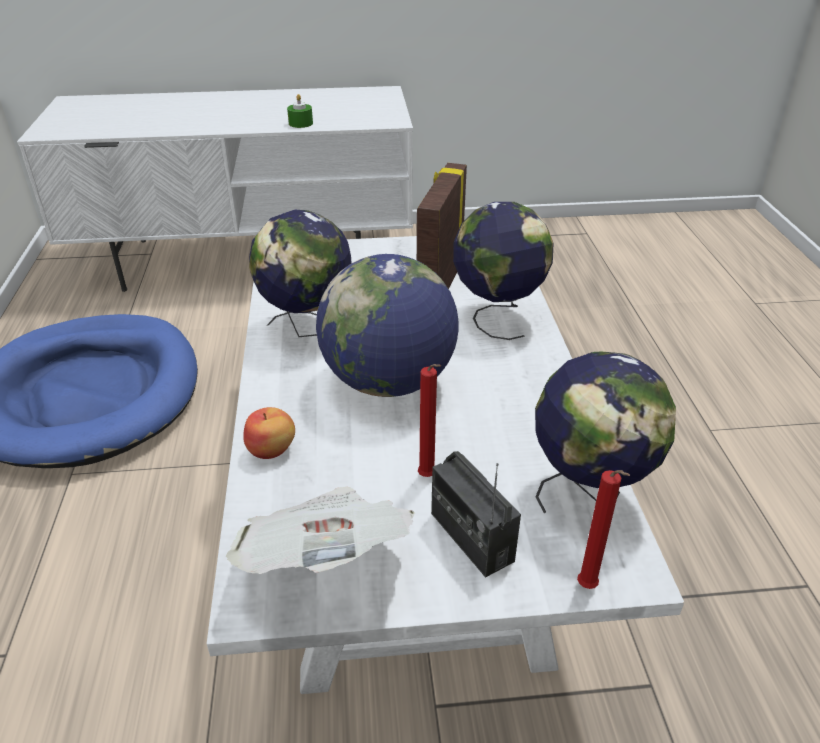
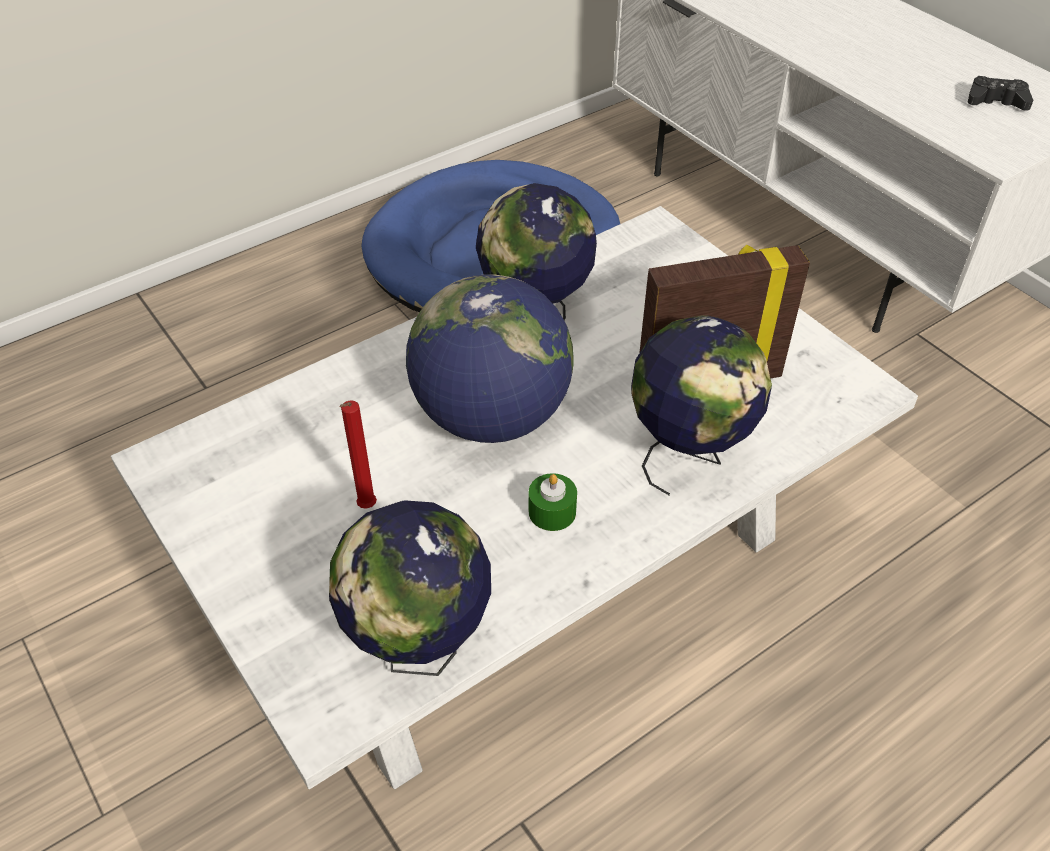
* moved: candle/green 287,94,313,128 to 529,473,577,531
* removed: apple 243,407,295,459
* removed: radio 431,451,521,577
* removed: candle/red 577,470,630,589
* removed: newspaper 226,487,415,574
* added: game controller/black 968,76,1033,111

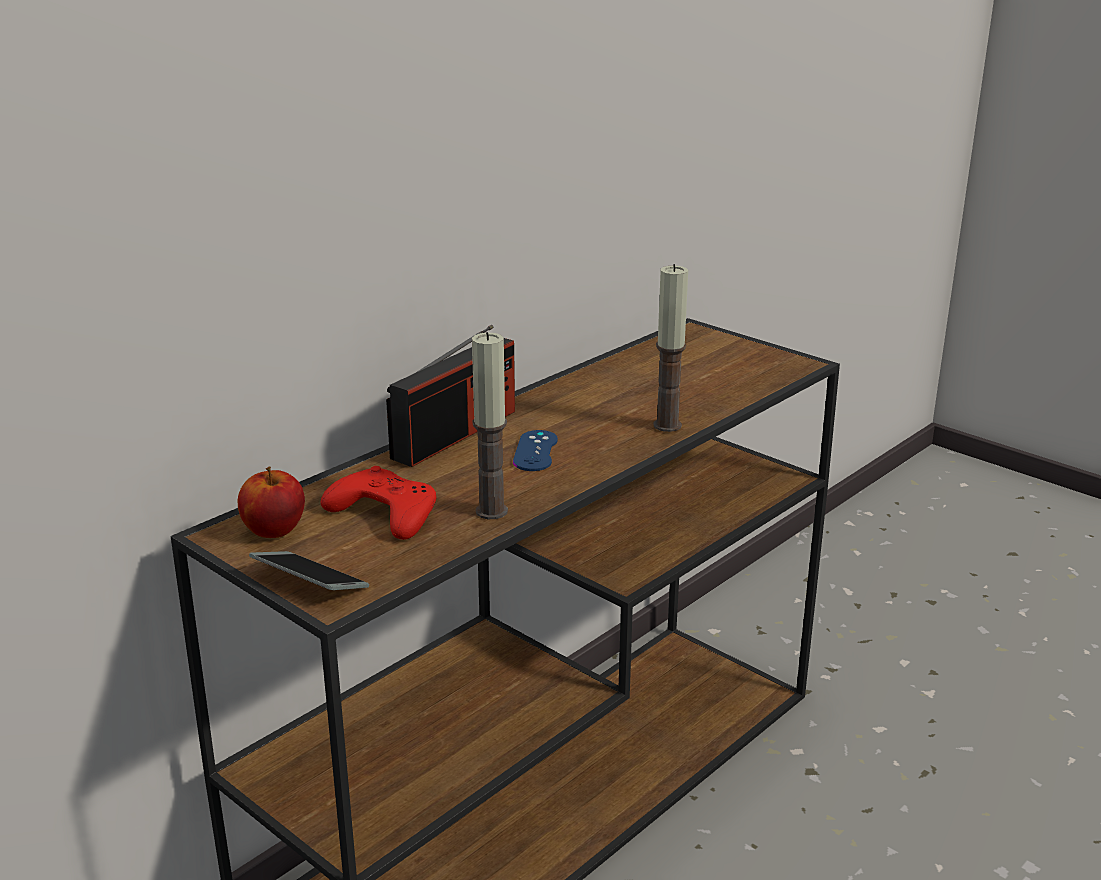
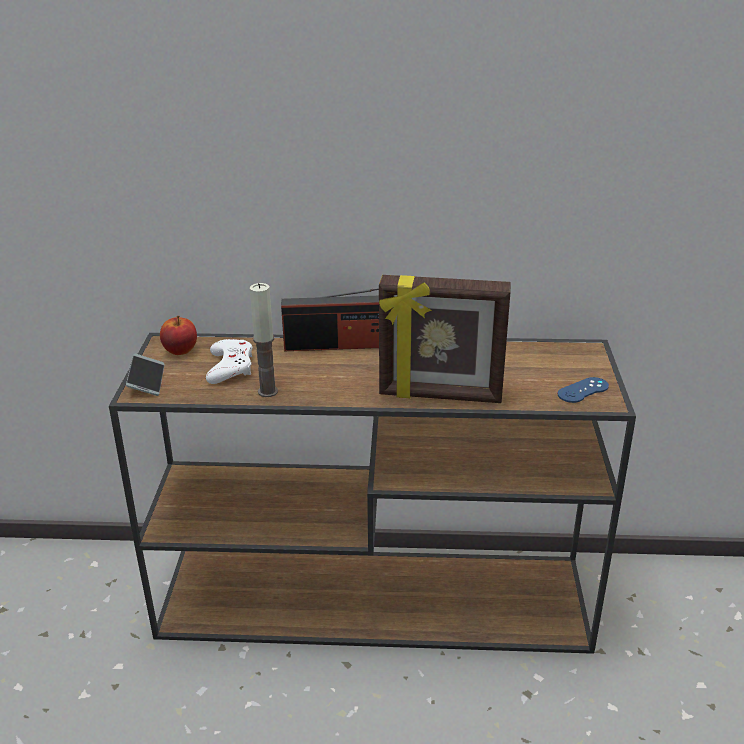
* replaced: candle 653,264,688,432 to picture frame 379,275,511,403
* moved: game controller/blue 513,430,558,471 to 557,377,609,403
* recoloured: game controller/red 321,466,436,540 to game controller/white 206,339,252,384

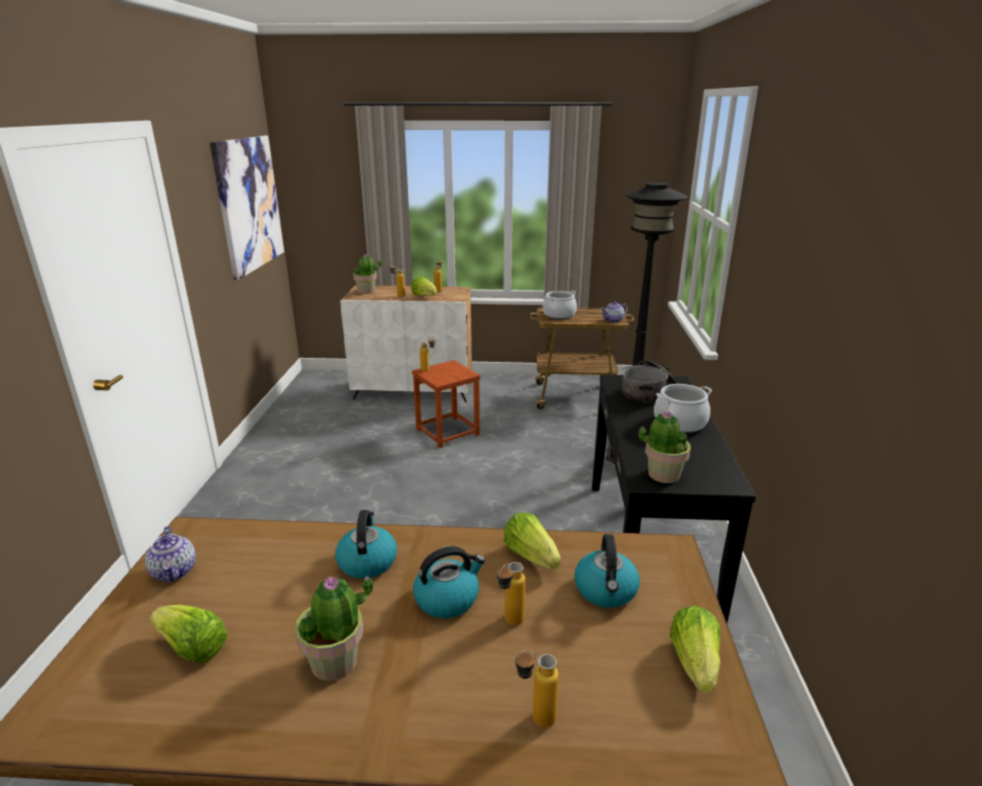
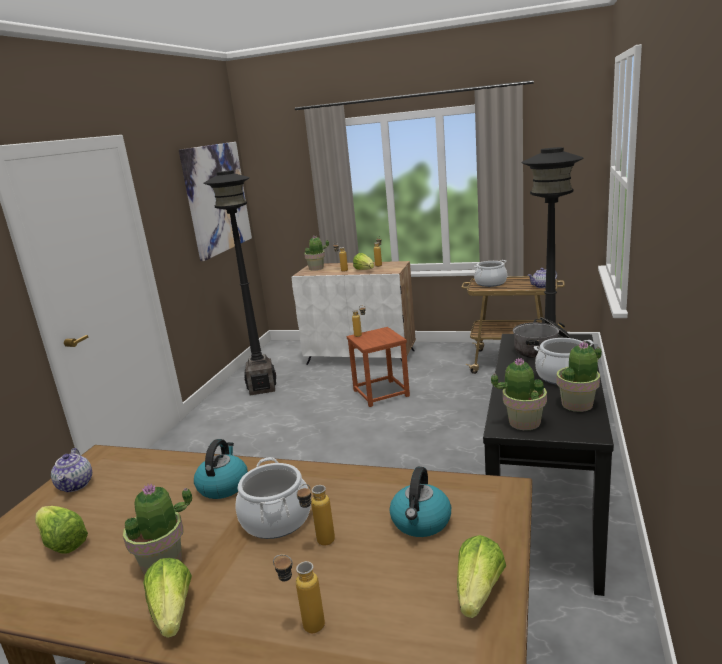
* moved: lettuce 503,512,561,570 to 143,558,192,638
* replaced: kettle 413,546,485,618 to cooking pot 235,457,311,539
* added: floor lamp/black 203,170,276,396
* added: potted plant 556,341,602,412

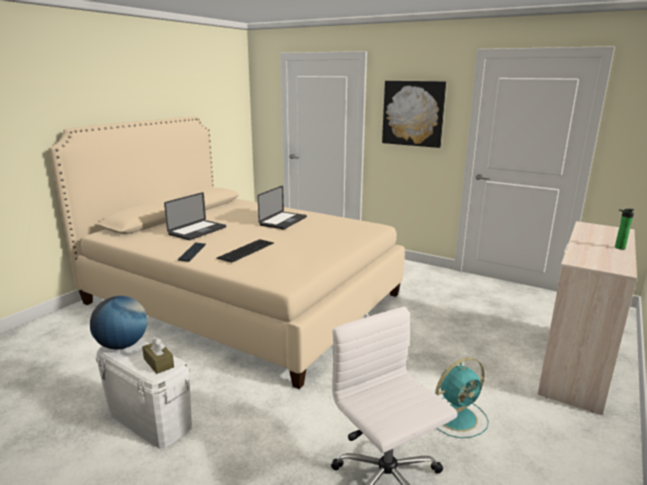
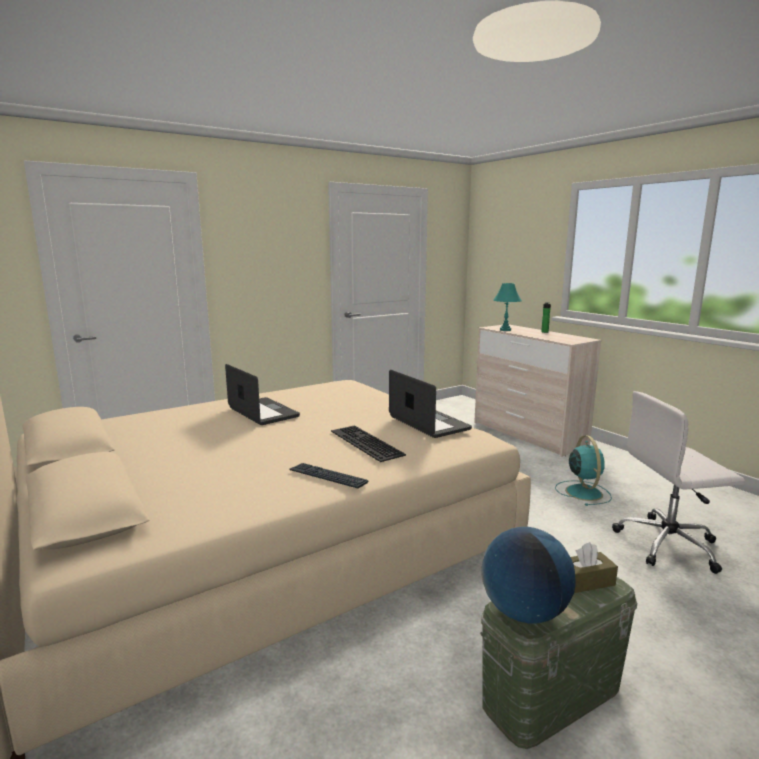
* removed: picture 382,81,446,148
* moved: laptop 164,192,226,240 to 389,370,472,438
* recoloured: storage box/white 96,339,192,448 to storage box/green 480,577,637,749
* added: table lamp/turquoise 493,283,522,331

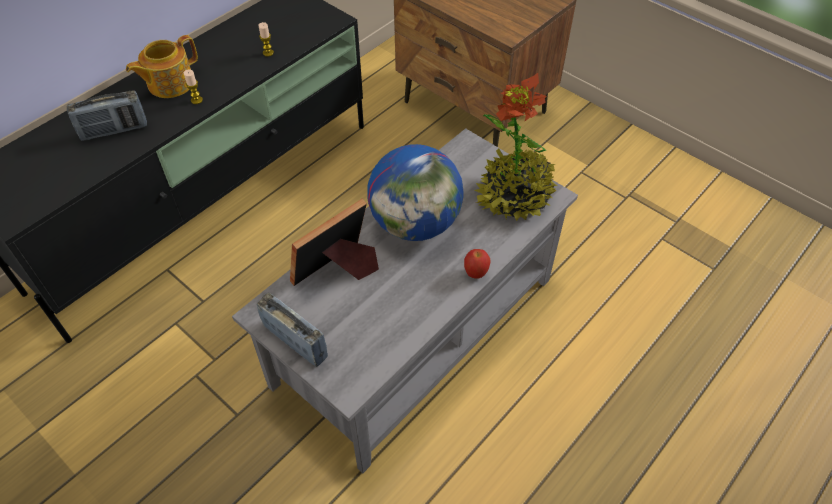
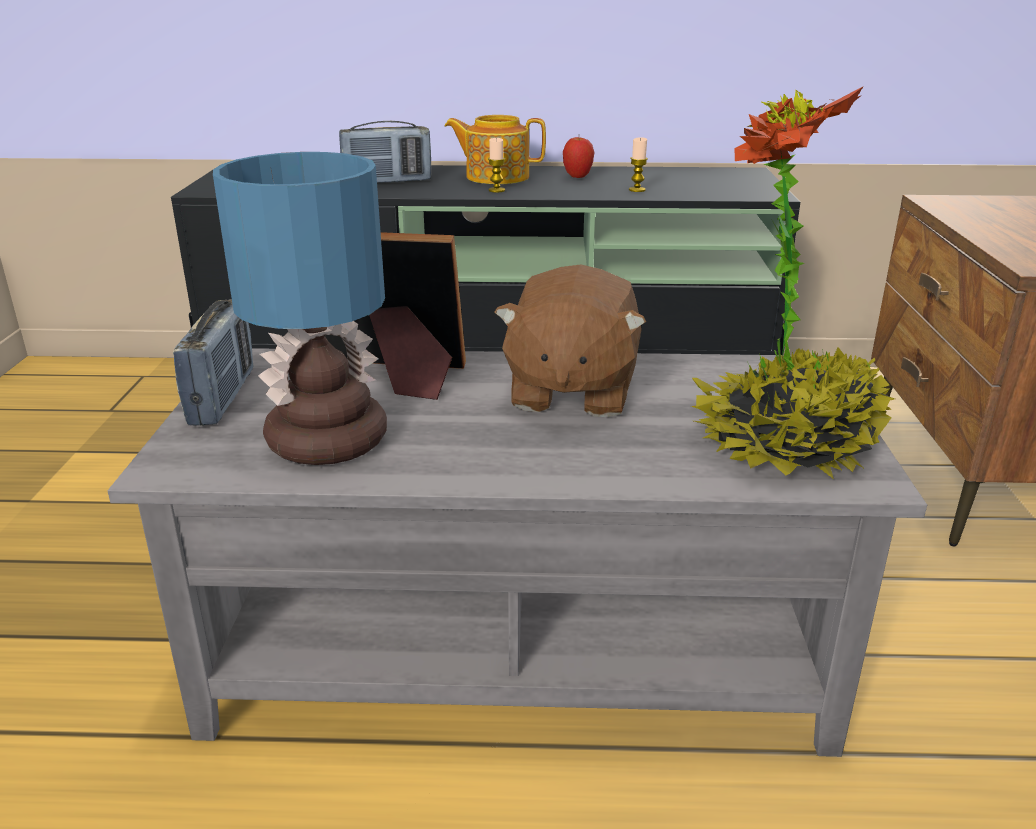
* turned: radio 67,90,147,141 = 339,121,431,182 45 degrees counterclockwise
* replaced: globe 367,144,464,241 to plush toy/brown 494,265,646,417
* moved: apple 464,249,490,278 to 563,137,594,178
* added: table lamp 213,152,387,465

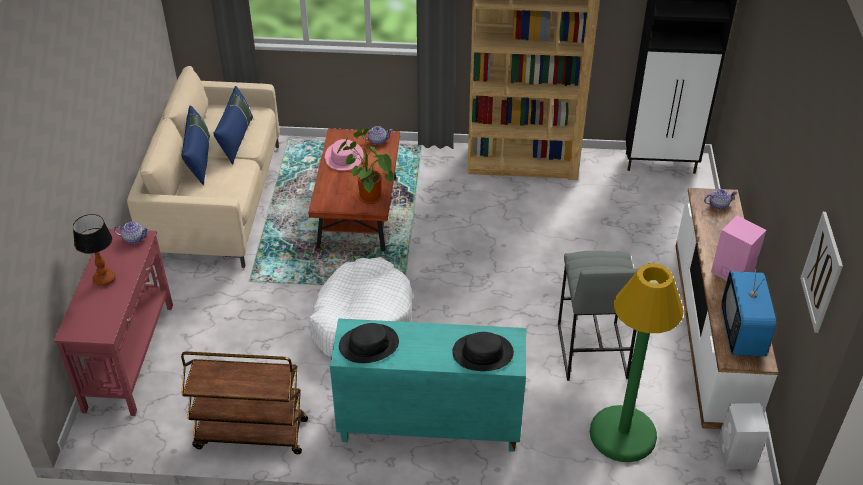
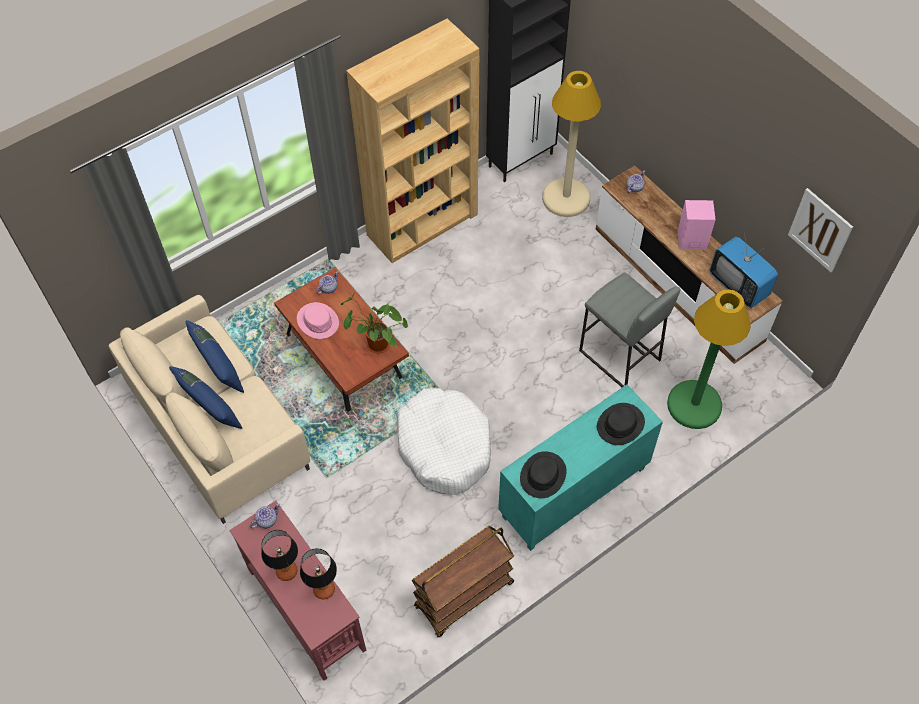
* removed: speaker/white 718,403,769,469
* added: floor lamp/beige 542,71,601,217
* added: table lamp 300,548,337,599

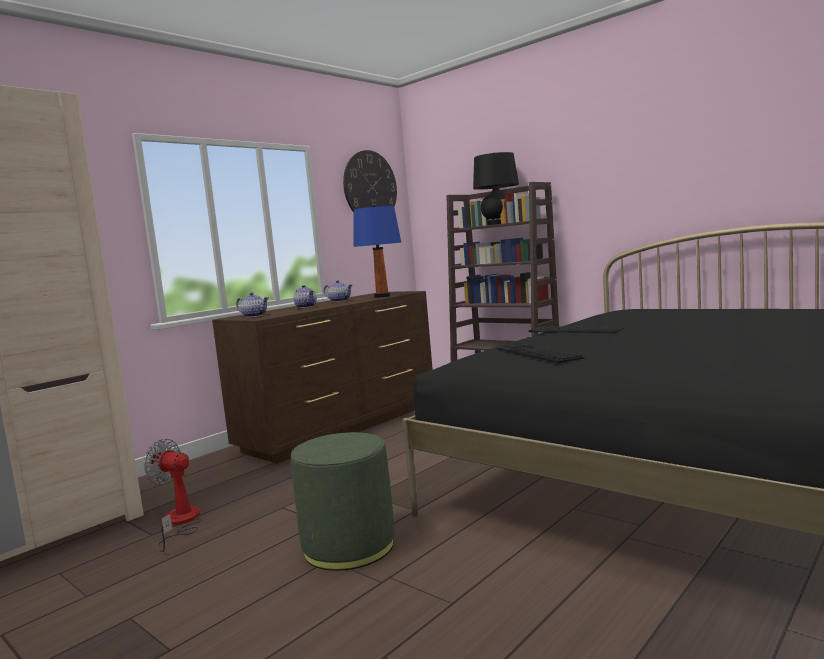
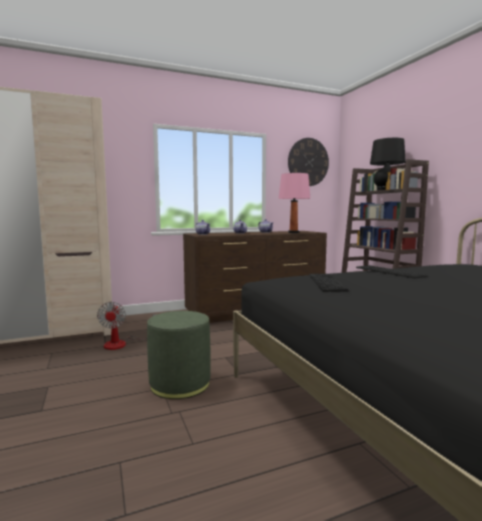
* recoloured: table lamp/blue 353,204,401,298 to table lamp/pink 278,171,310,233
* turned: fan 144,439,202,552 = 97,302,157,350 150 degrees counterclockwise

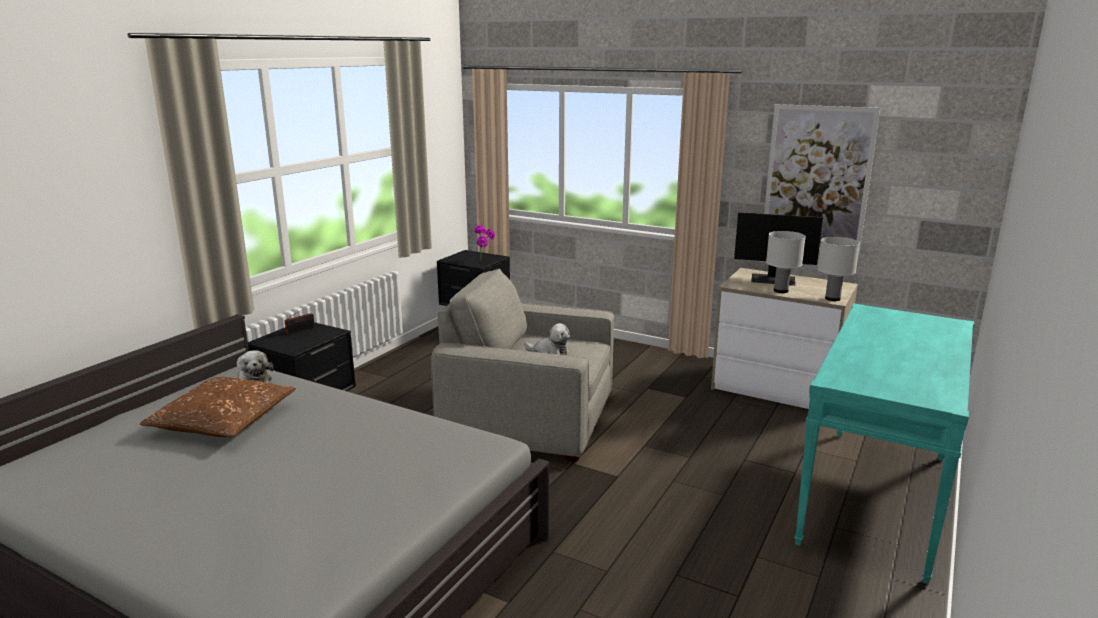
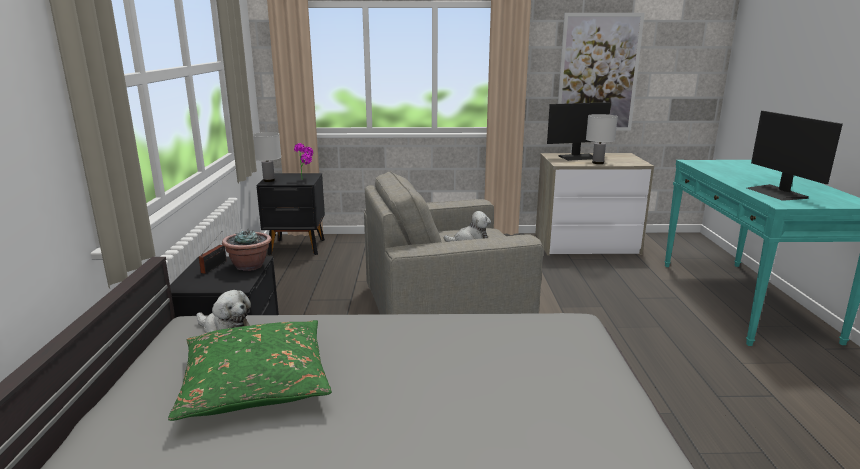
* moved: table lamp/white 818,237,860,301 to 253,132,281,182
* recoloured: pillow/brown 140,377,296,437 to pillow/green 168,320,332,421
* added: monitor 747,111,843,201
* added: potted plant 222,229,272,271

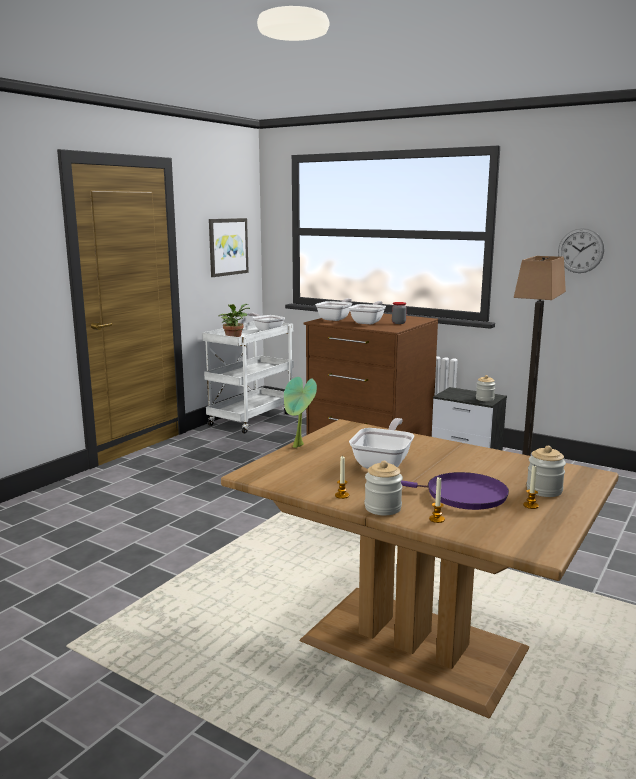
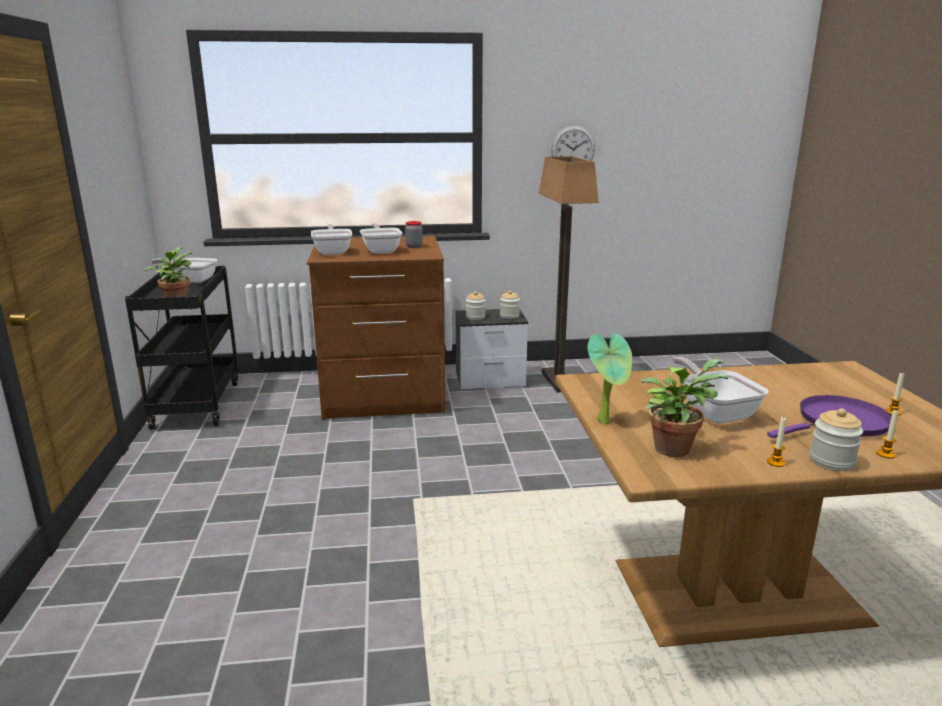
* removed: picture 209,218,249,277
* recoloured: cart/white 203,321,294,434 to cart/black 125,266,239,429
* moved: jar 526,446,566,497 to 466,291,486,320
* added: potted plant 641,359,728,457

